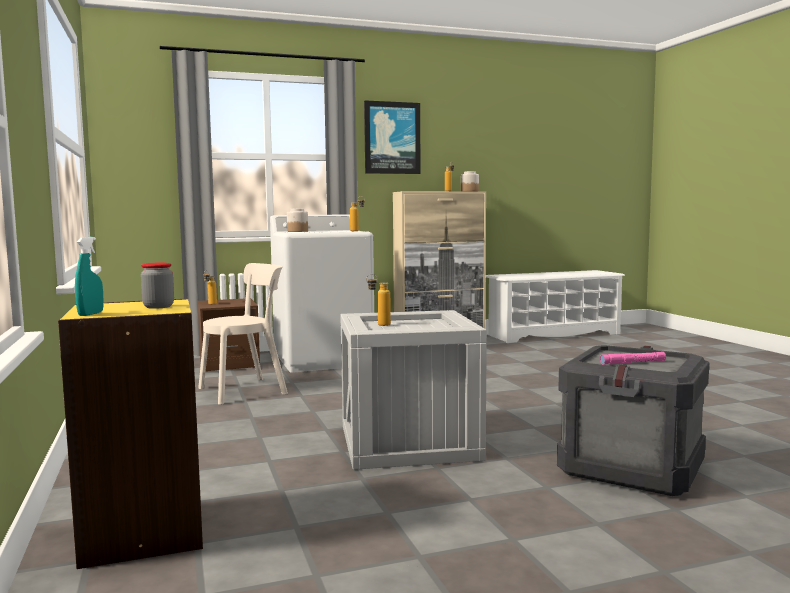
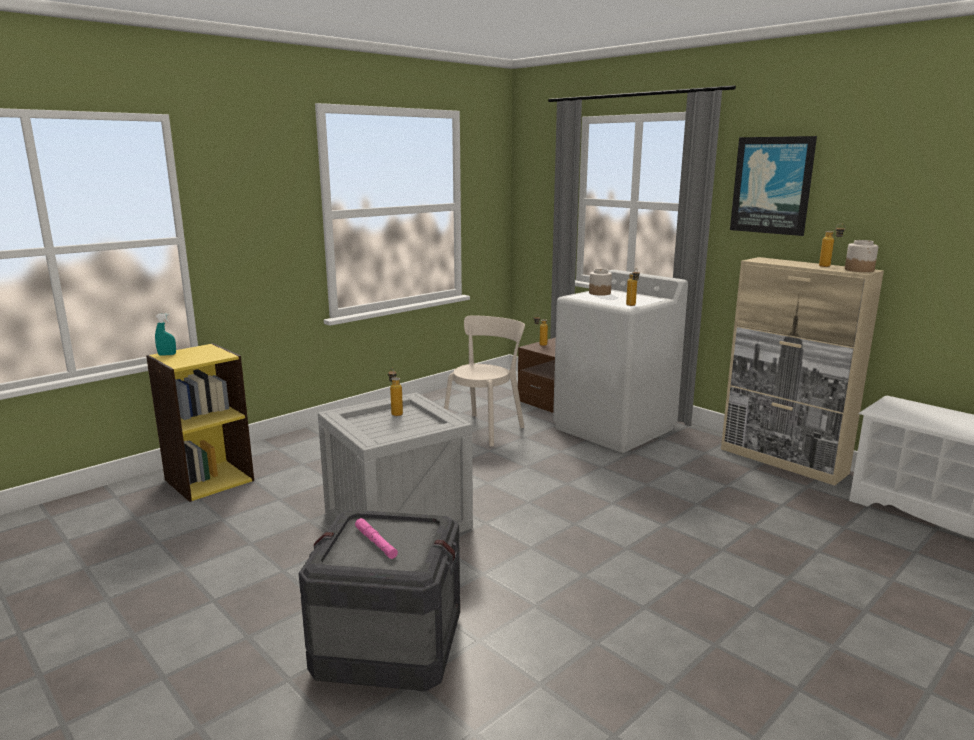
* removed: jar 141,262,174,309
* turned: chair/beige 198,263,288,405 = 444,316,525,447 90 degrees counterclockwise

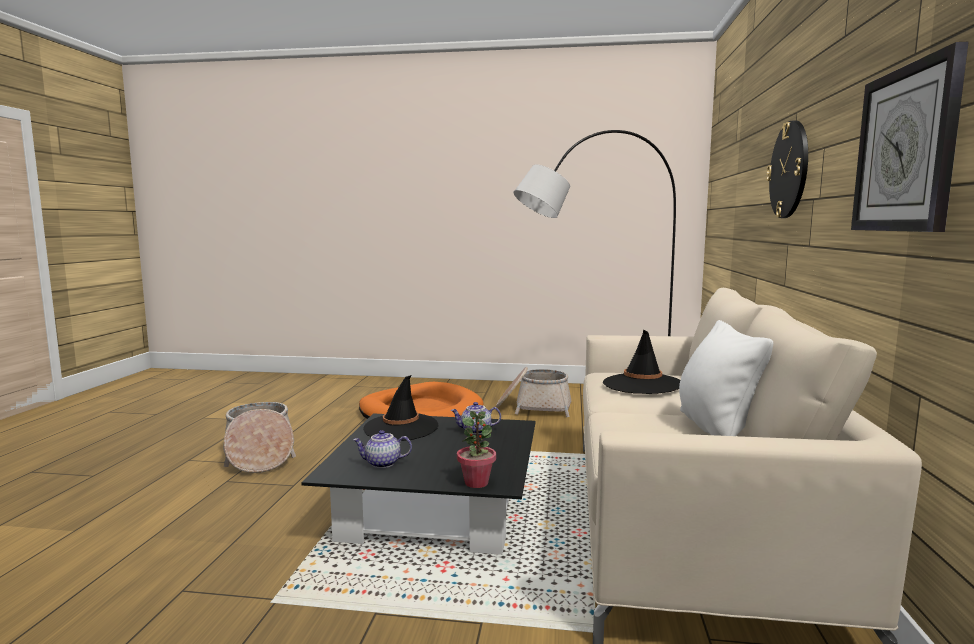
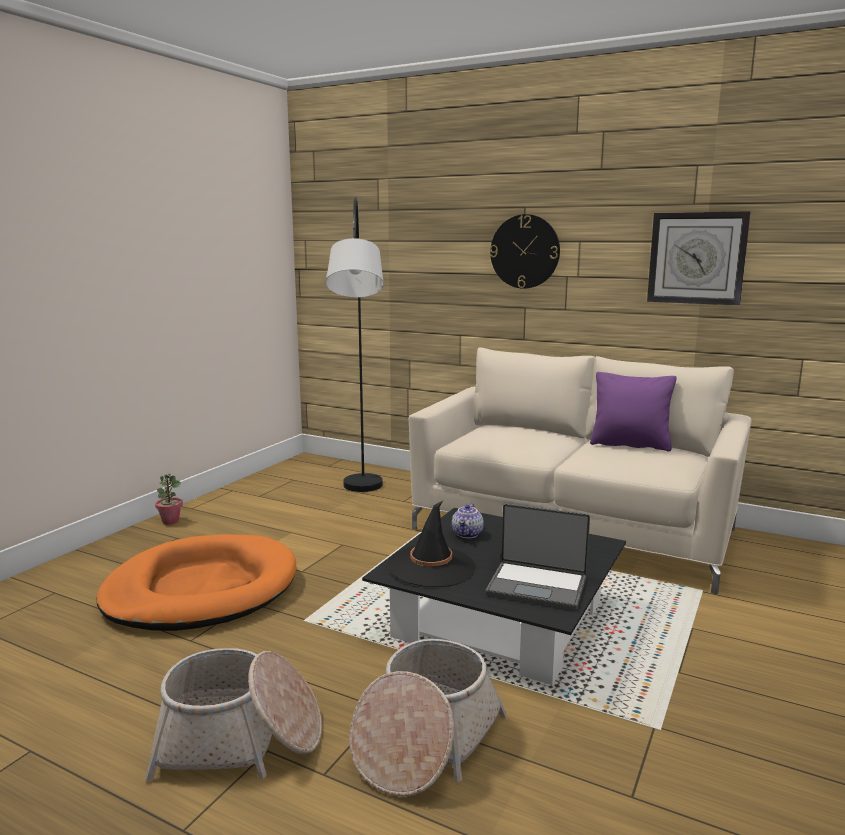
* recoloured: pillow/white 679,320,773,436 to pillow/purple 590,372,677,451
* removed: hat/black 603,329,680,394
* moved: basket 496,367,571,418 to 349,639,507,797
* moved: potted plant 457,411,496,488 to 155,473,183,524
* replaced: teapot 353,430,412,468 to laptop 486,503,590,610

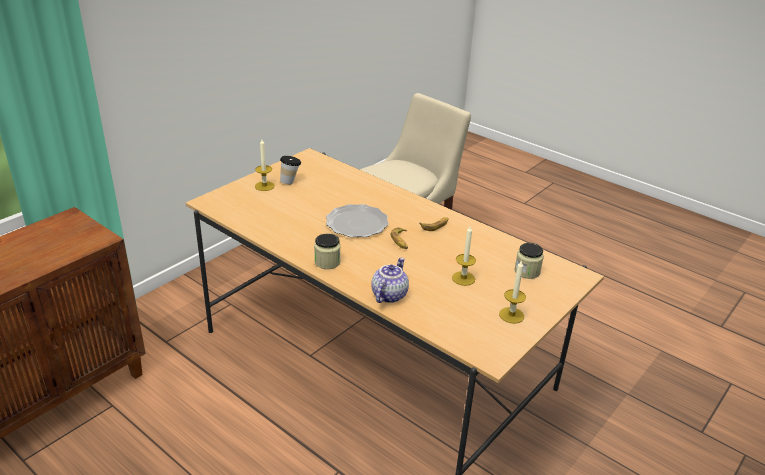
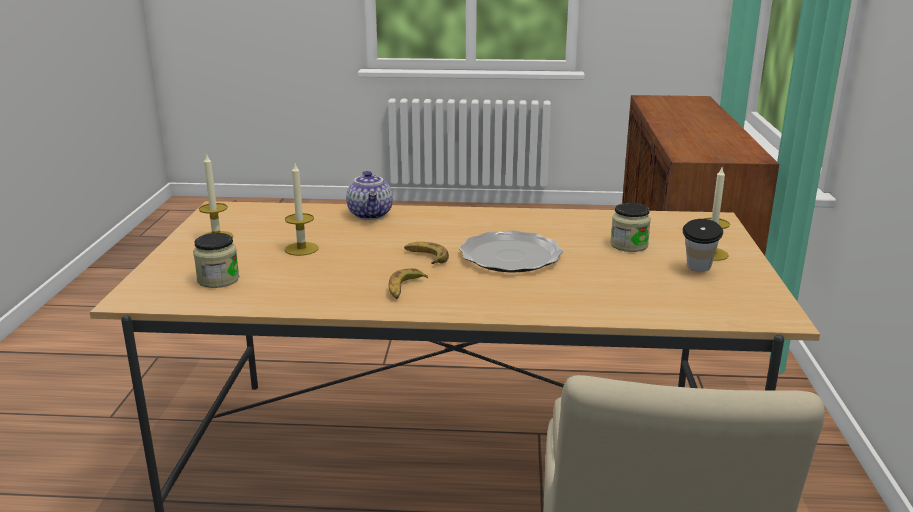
* moved: jar 314,234,341,269 to 610,203,651,252

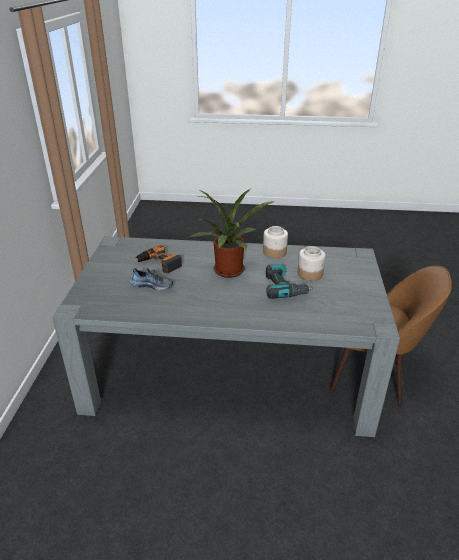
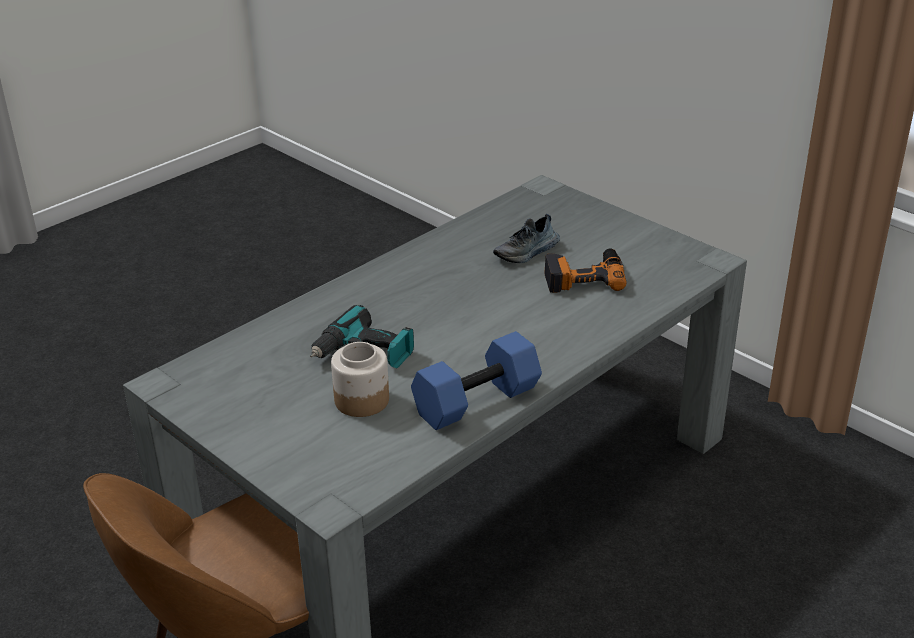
* removed: potted plant 190,189,276,278
* replaced: jar 263,226,288,258 to dumbbell/blue 411,331,542,430

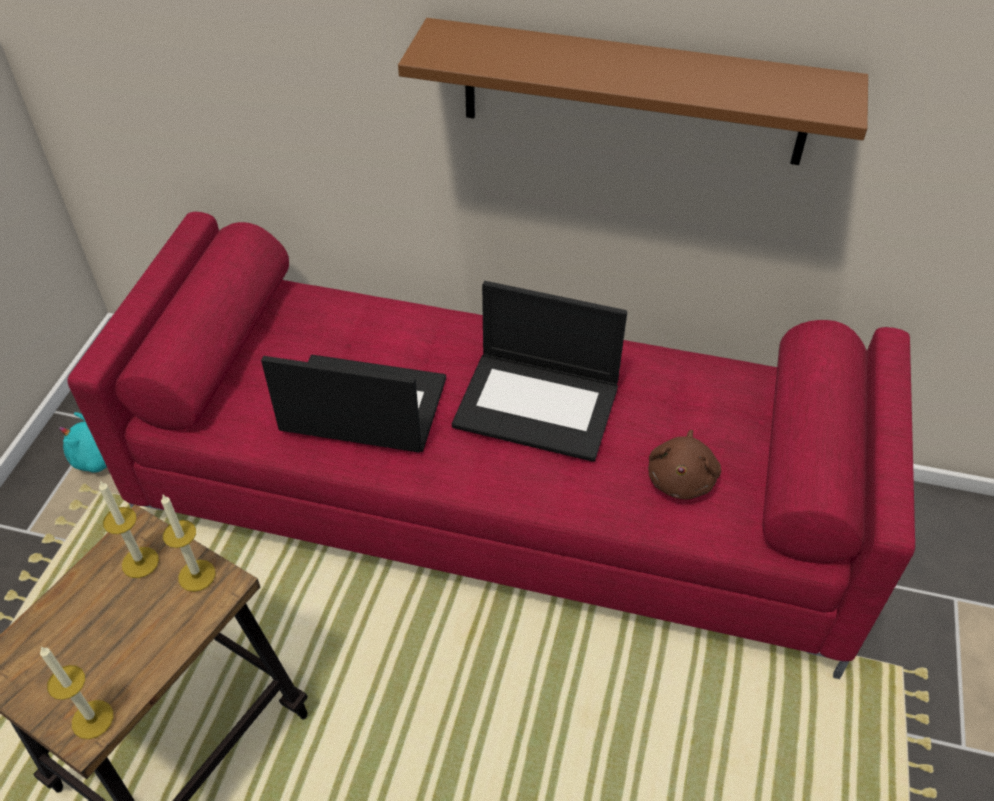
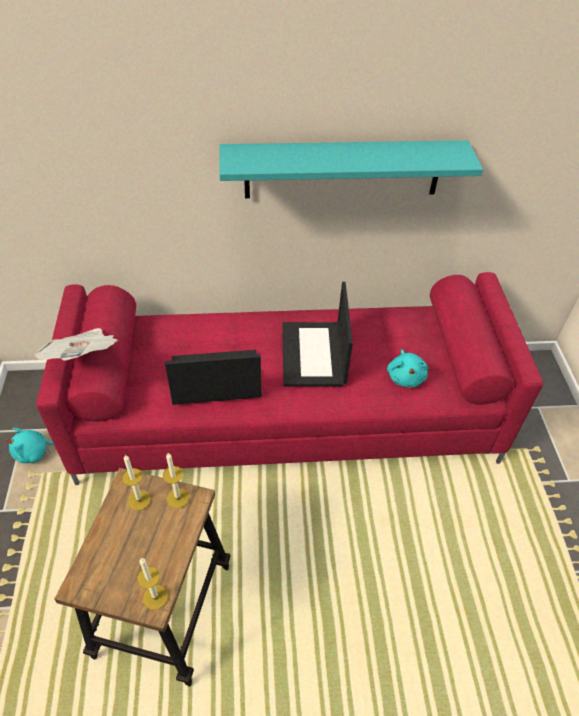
* recoloured: shelf/brown 398,18,868,165 to shelf/turquoise 219,140,483,198
* turned: laptop 452,281,627,462 = 282,282,353,386 90 degrees clockwise
* recoloured: plush toy/brown 648,430,721,500 to plush toy/turquoise 387,349,428,388
* added: newspaper 34,328,119,361

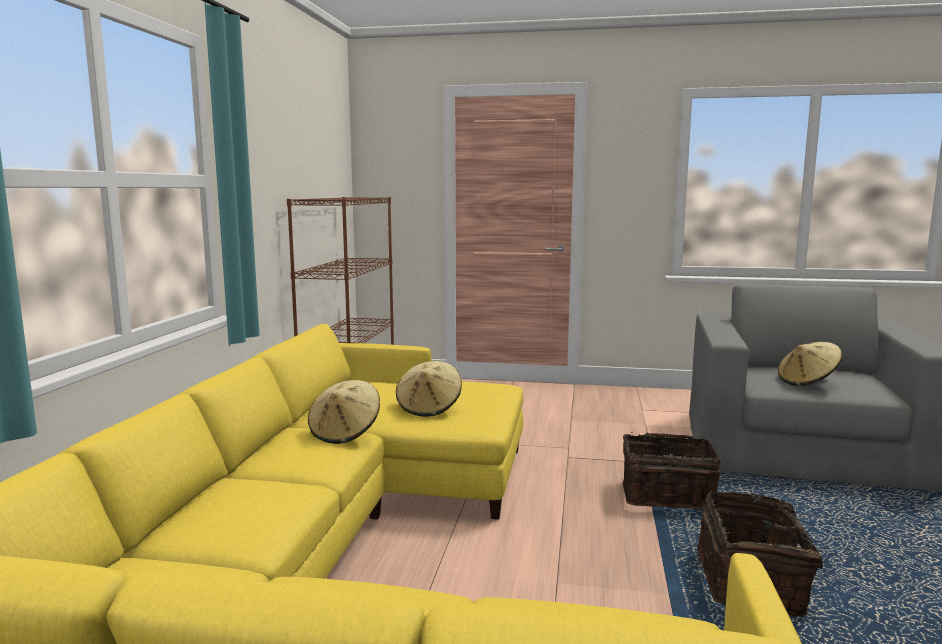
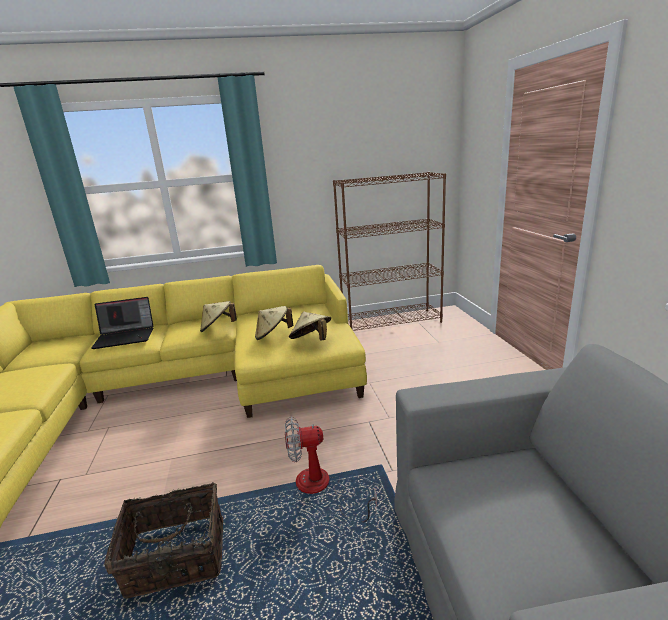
* moved: hat/beige 778,342,842,386 to 289,312,331,340
* replaced: basket 623,432,721,509 to fan 285,417,377,522
* added: laptop 91,297,154,349

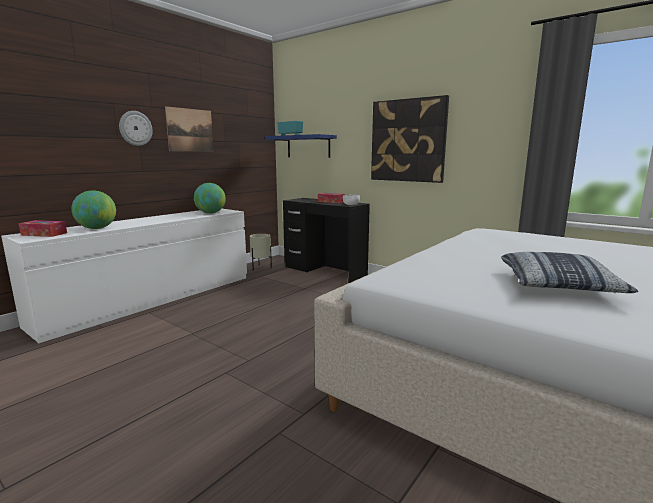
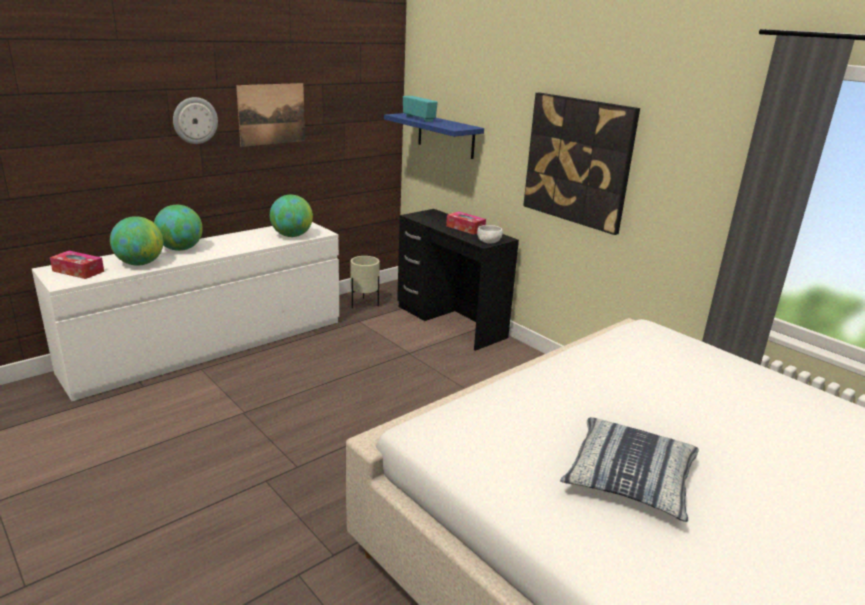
* added: globe 154,205,203,251

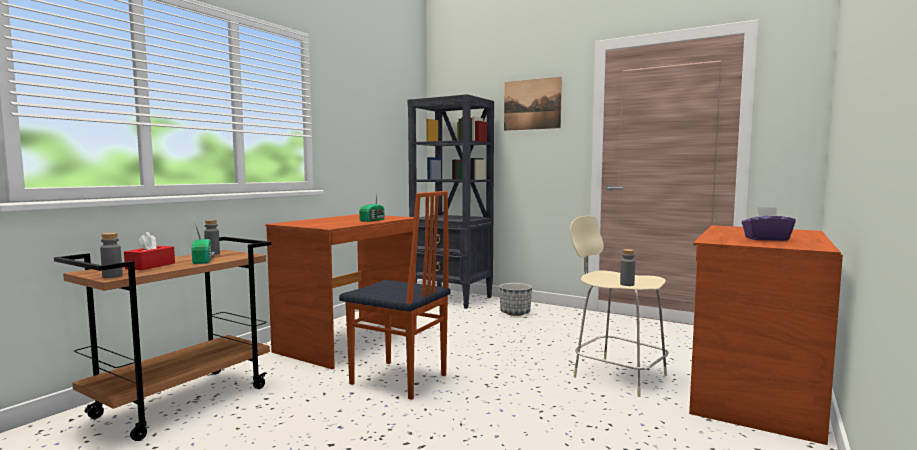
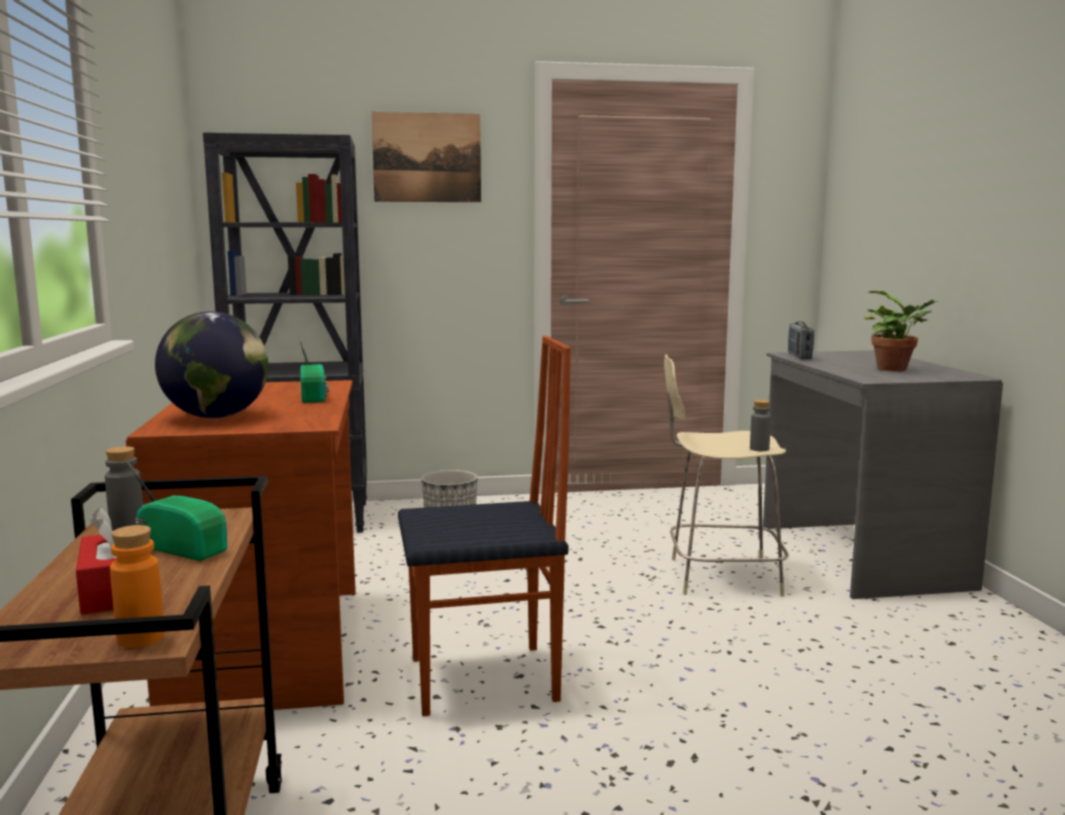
* replaced: tissue box/purple 742,207,796,241 to potted plant 864,291,940,371
* recoloured: desk/brown 689,225,843,445 to desk/grey 763,350,1003,599
* recoloured: bottle/grey 100,233,123,278 to bottle/orange 110,525,164,648
* added: globe 155,312,268,418
* added: radio 788,321,814,360

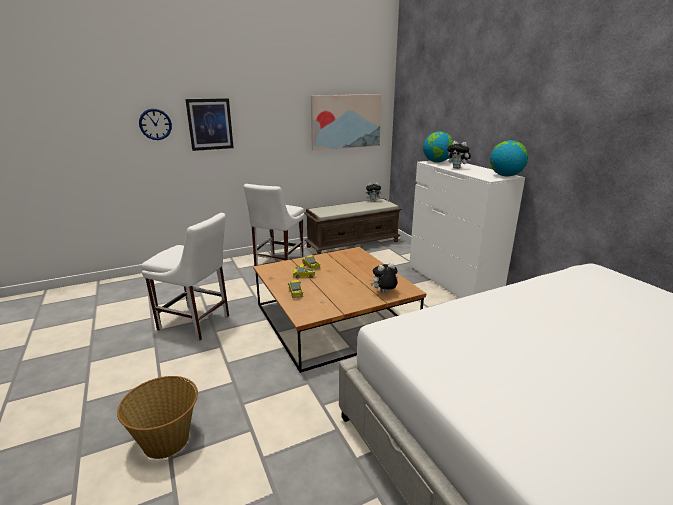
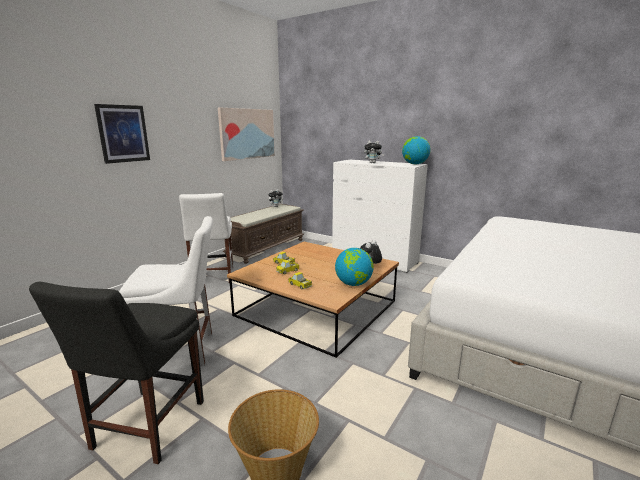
* removed: wall clock 139,109,172,140
* moved: globe 423,131,453,163 to 335,248,374,286
* added: chair/black 29,282,204,464

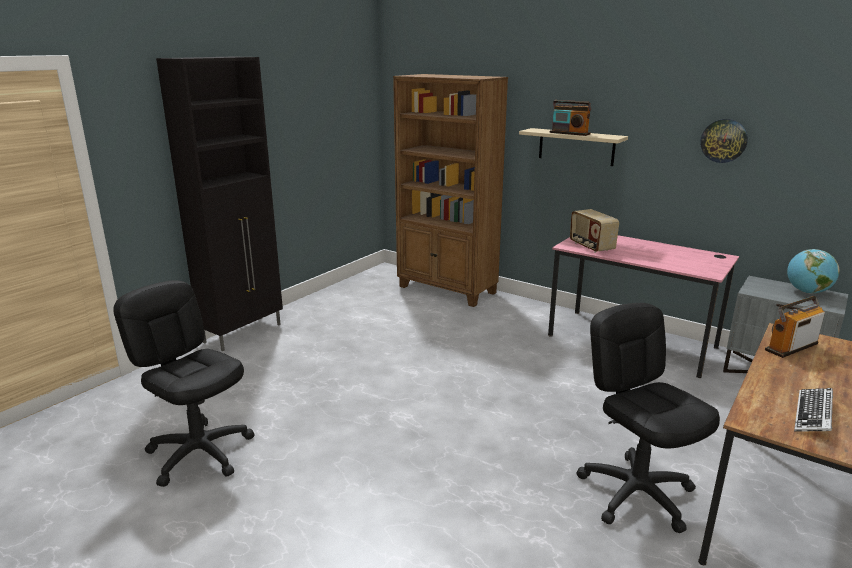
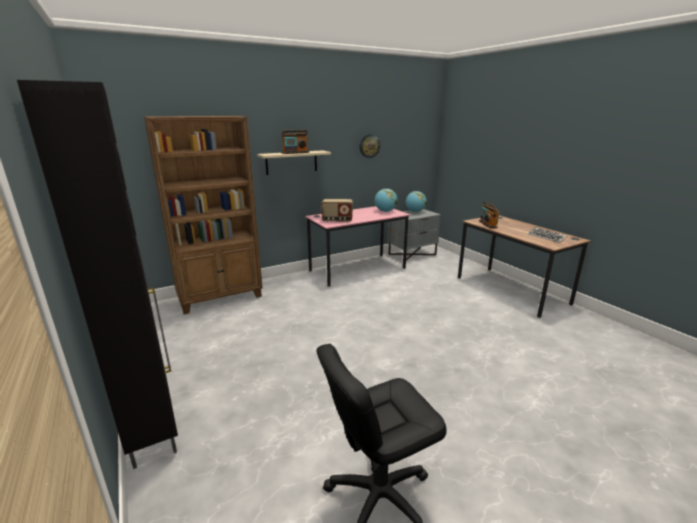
* removed: office chair/black 577,303,720,533
* added: globe 375,189,398,212

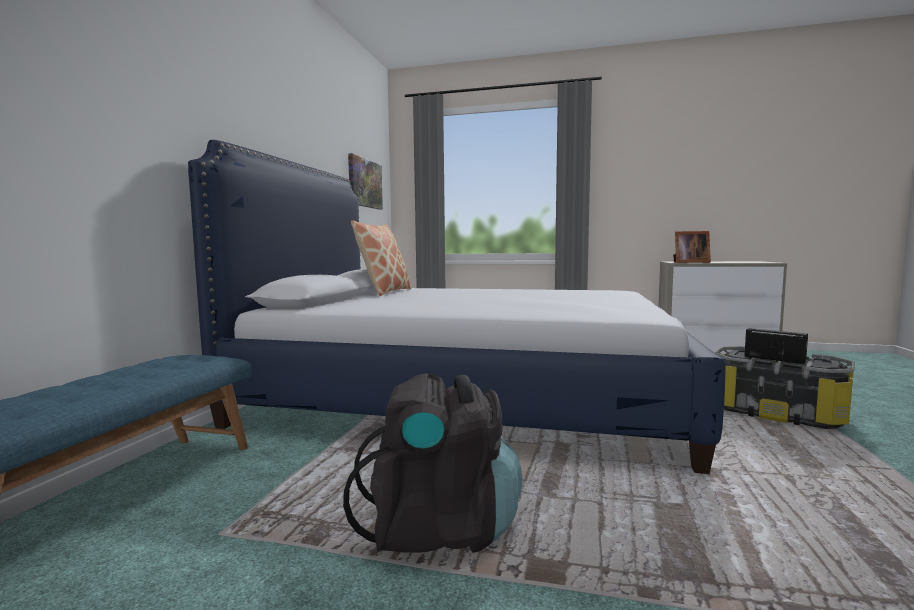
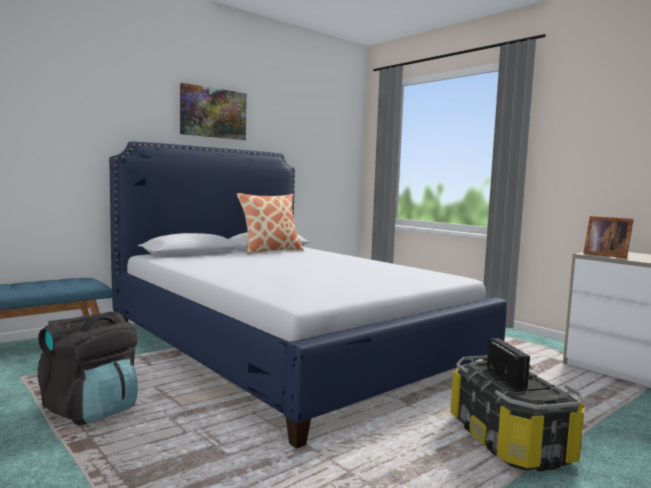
* moved: picture 348,153,383,209 to 180,83,247,140

